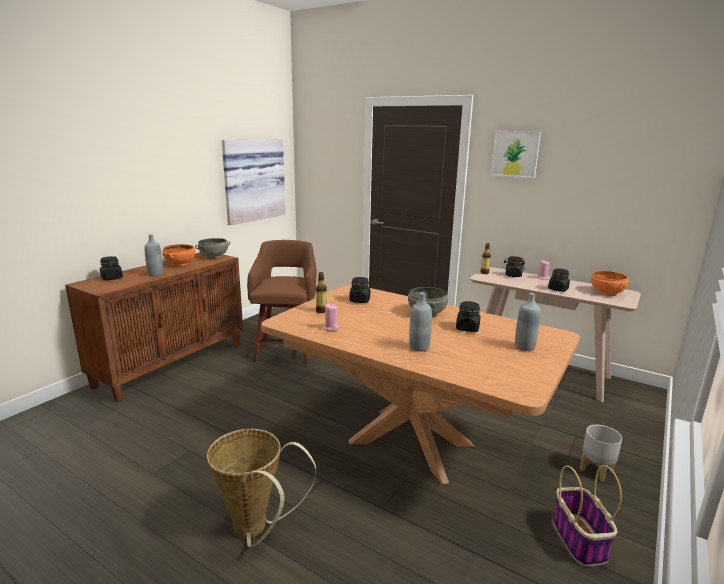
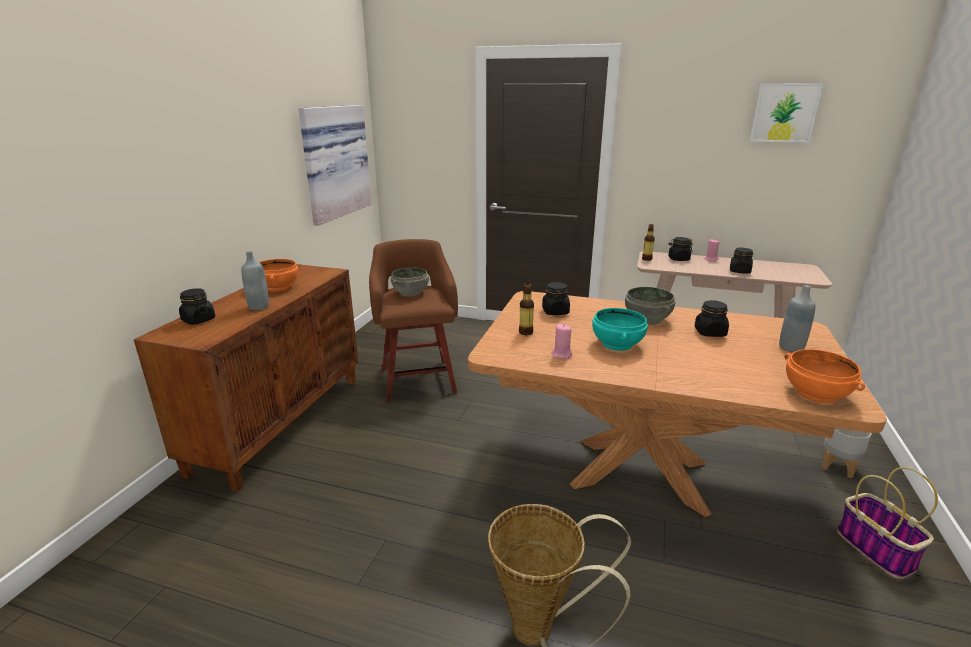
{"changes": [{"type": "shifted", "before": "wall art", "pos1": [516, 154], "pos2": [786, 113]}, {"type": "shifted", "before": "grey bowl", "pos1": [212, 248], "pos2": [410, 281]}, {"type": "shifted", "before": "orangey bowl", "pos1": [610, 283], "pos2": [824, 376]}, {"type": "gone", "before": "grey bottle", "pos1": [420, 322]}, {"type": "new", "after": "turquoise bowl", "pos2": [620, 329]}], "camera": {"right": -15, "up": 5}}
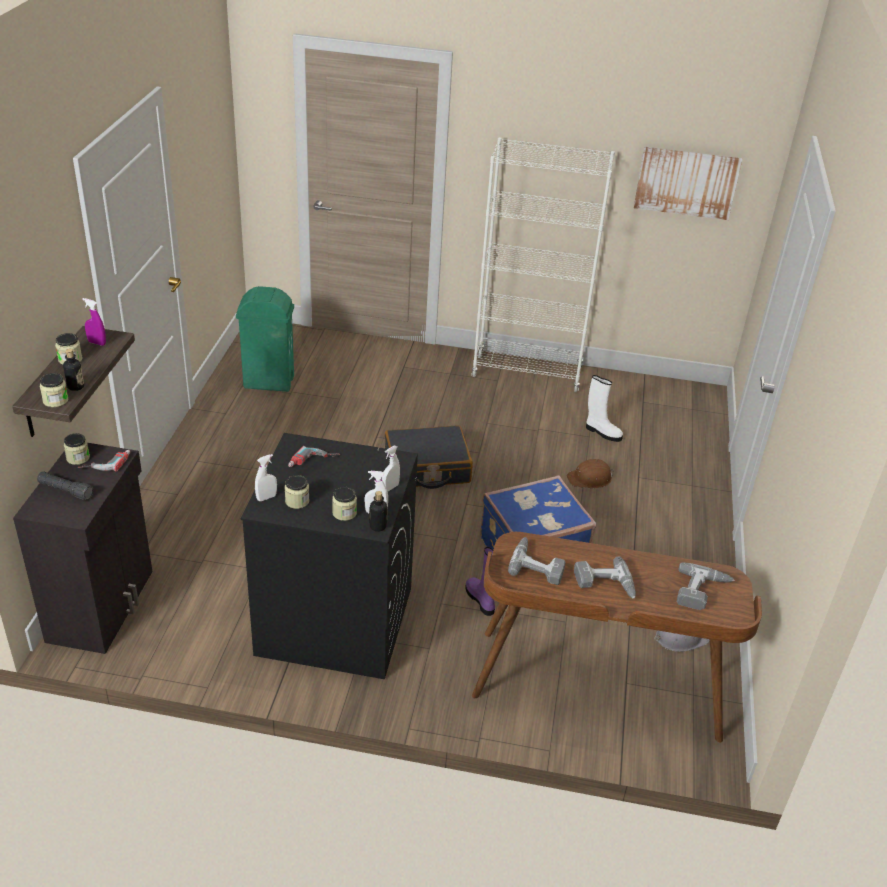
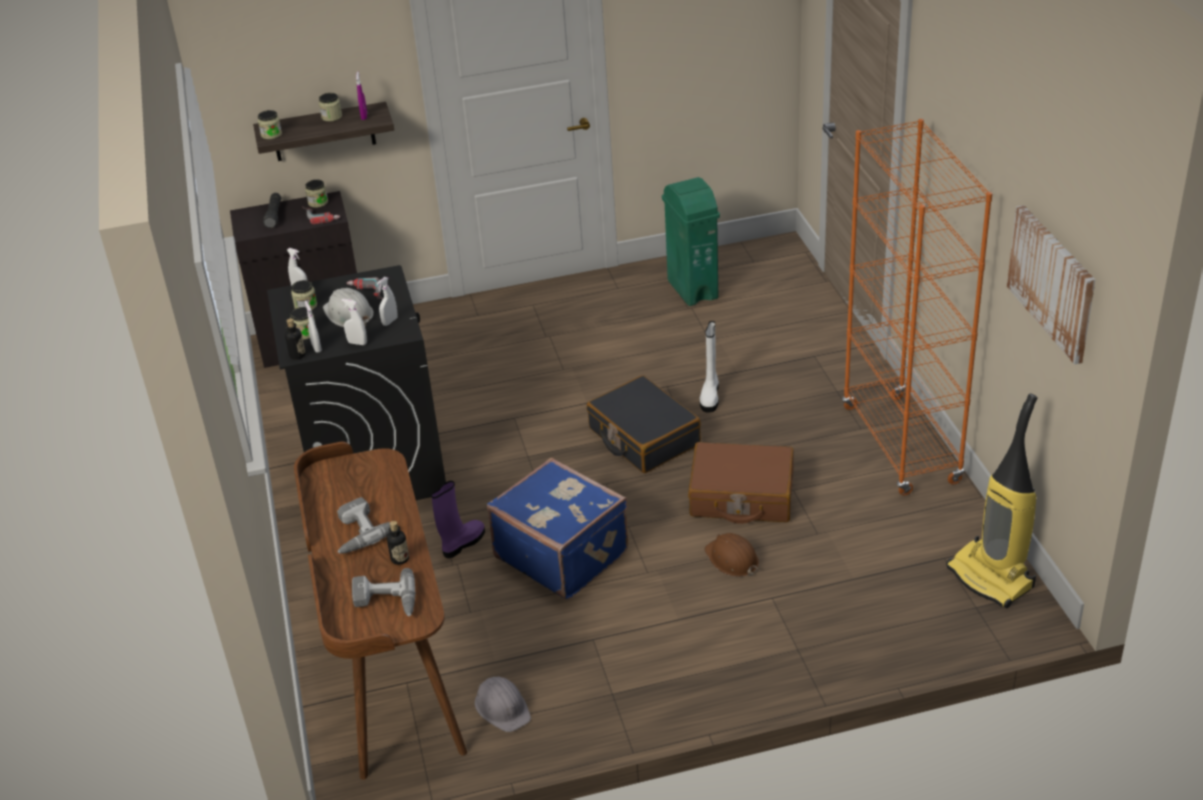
{"changes": [{"type": "repainted", "before": "white-coloured shelving unit", "after": "orangey shelving unit", "pos1": [543, 264], "pos2": [917, 307]}, {"type": "shifted", "before": "bottle", "pos1": [73, 370], "pos2": [398, 543]}, {"type": "shifted", "before": "white-coloured boot", "pos1": [604, 408], "pos2": [709, 366]}, {"type": "gone", "before": "electric drill", "pos1": [537, 561]}, {"type": "new", "after": "white-coloured hand sprayer", "pos2": [387, 301]}, {"type": "new", "after": "white-coloured hard hat", "pos2": [348, 307]}, {"type": "new", "after": "hoover", "pos2": [992, 501]}, {"type": "new", "after": "brown-coloured piece of luggage", "pos2": [741, 483]}], "camera": {"right": 70, "up": 0}}
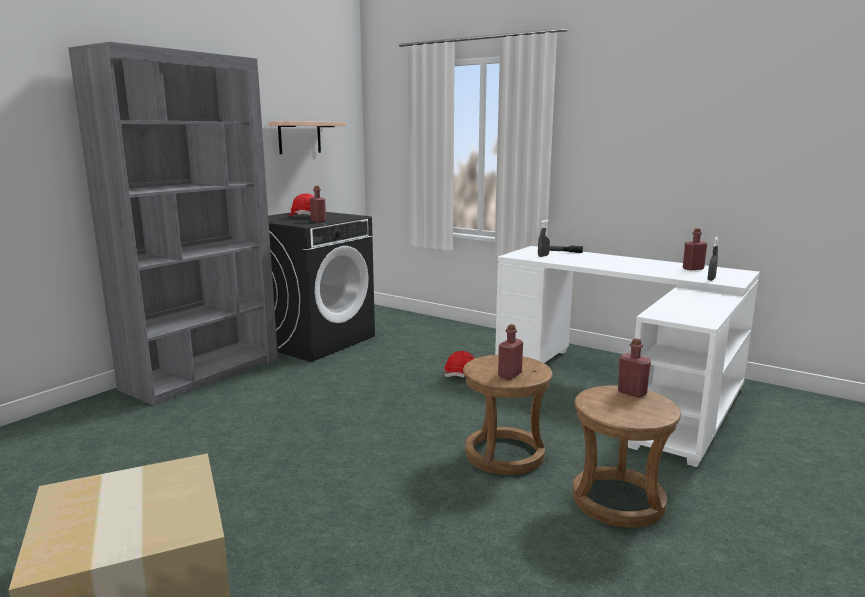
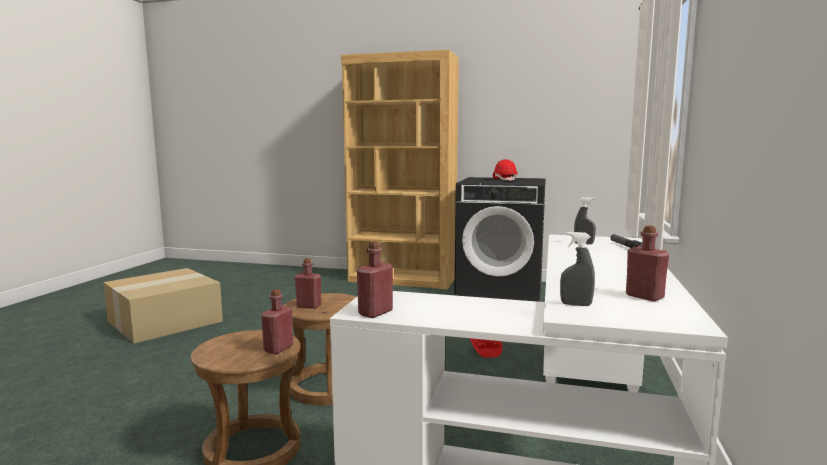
{"changes": [{"type": "repainted", "before": "grey shelving unit", "after": "brown-coloured shelving unit", "pos1": [173, 224], "pos2": [400, 170]}, {"type": "gone", "before": "shelf", "pos1": [307, 137]}, {"type": "shifted", "before": "red bottle", "pos1": [318, 204], "pos2": [375, 279]}], "camera": {"right": 70, "up": -5}}
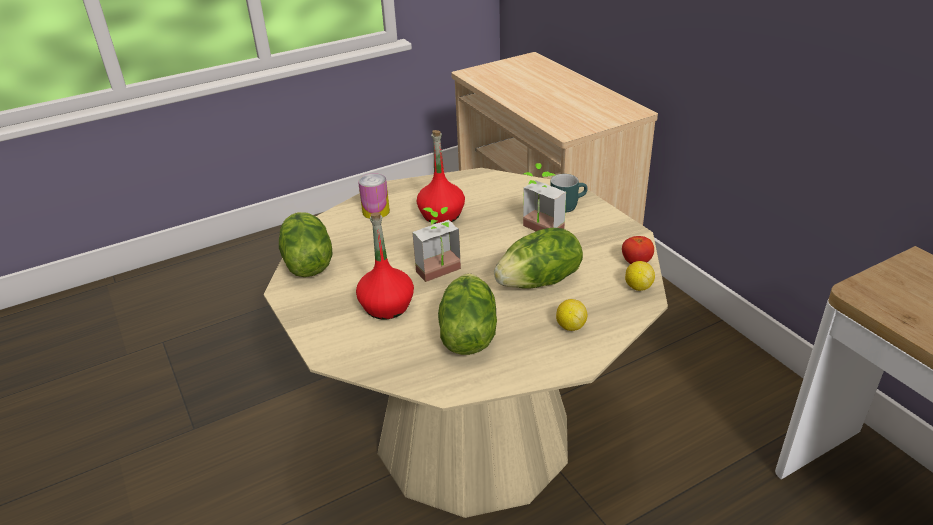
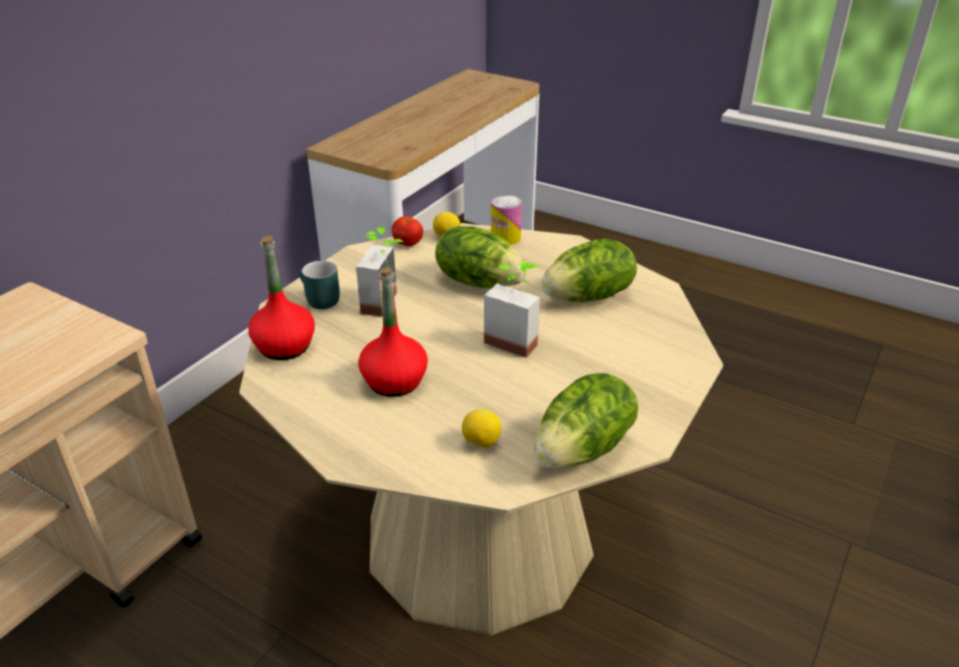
{"changes": [{"type": "shifted", "before": "sealed can", "pos1": [374, 196], "pos2": [506, 220]}, {"type": "shifted", "before": "red bottle", "pos1": [385, 265], "pos2": [281, 298]}, {"type": "shifted", "before": "lemon", "pos1": [571, 315], "pos2": [481, 428]}], "camera": {"right": -120, "up": 0}}
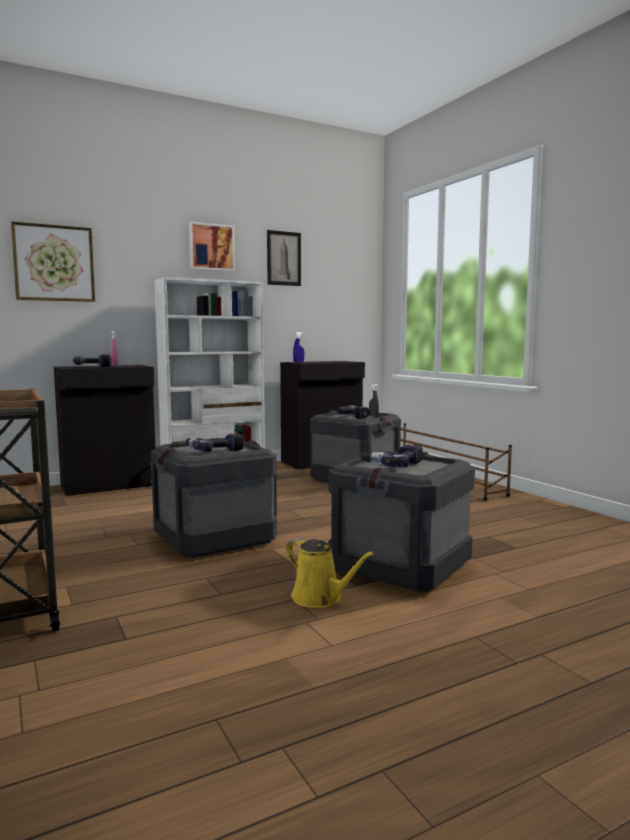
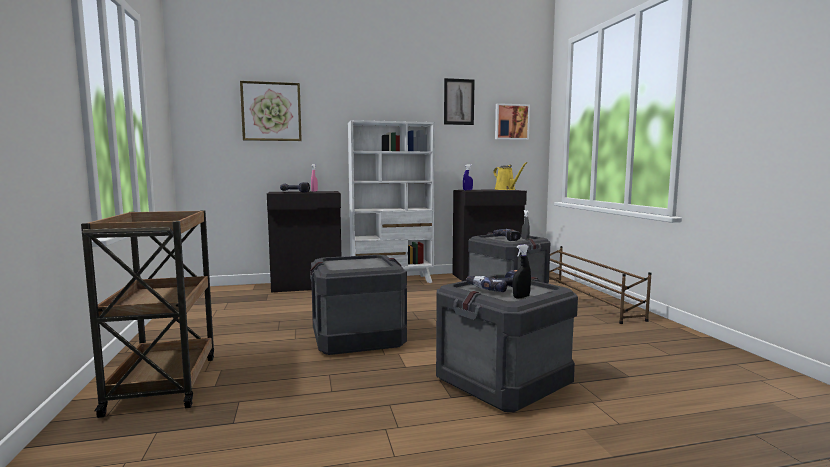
{"changes": [{"type": "shifted", "before": "wall art", "pos1": [212, 246], "pos2": [512, 121]}, {"type": "gone", "before": "electric drill", "pos1": [215, 442]}, {"type": "shifted", "before": "yellow-coloured sprinkling can", "pos1": [330, 573], "pos2": [510, 176]}, {"type": "new", "after": "blackish hand sprayer", "pos2": [522, 271]}], "camera": {"right": 15, "up": 0}}
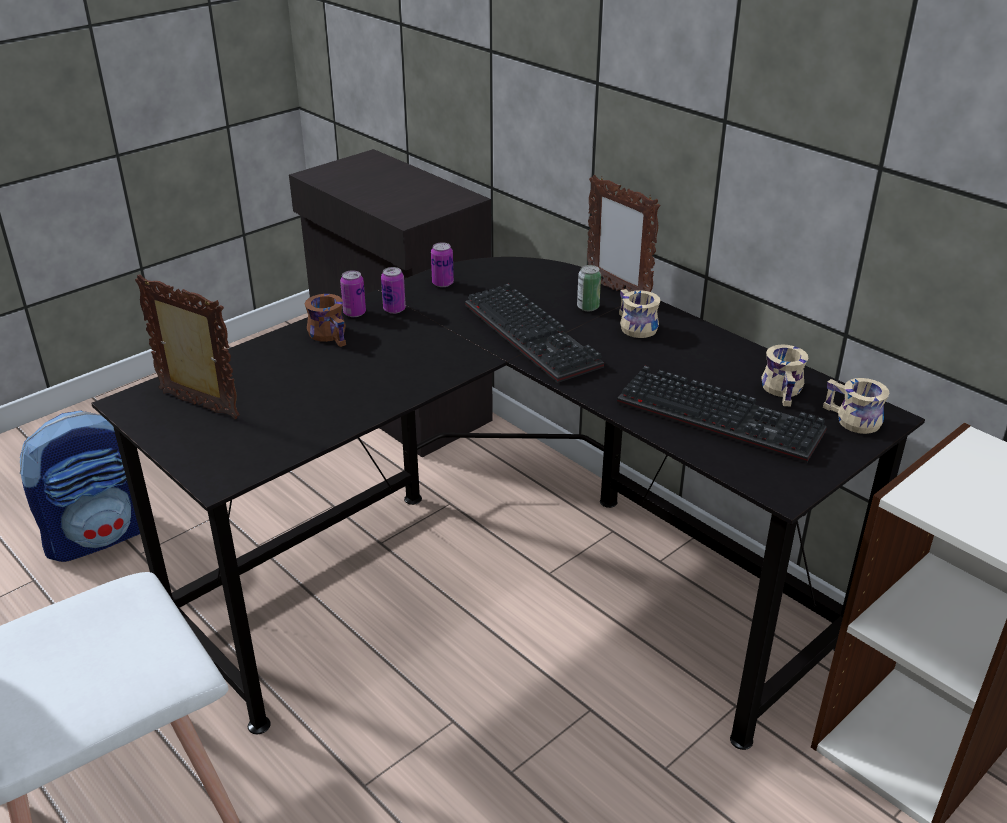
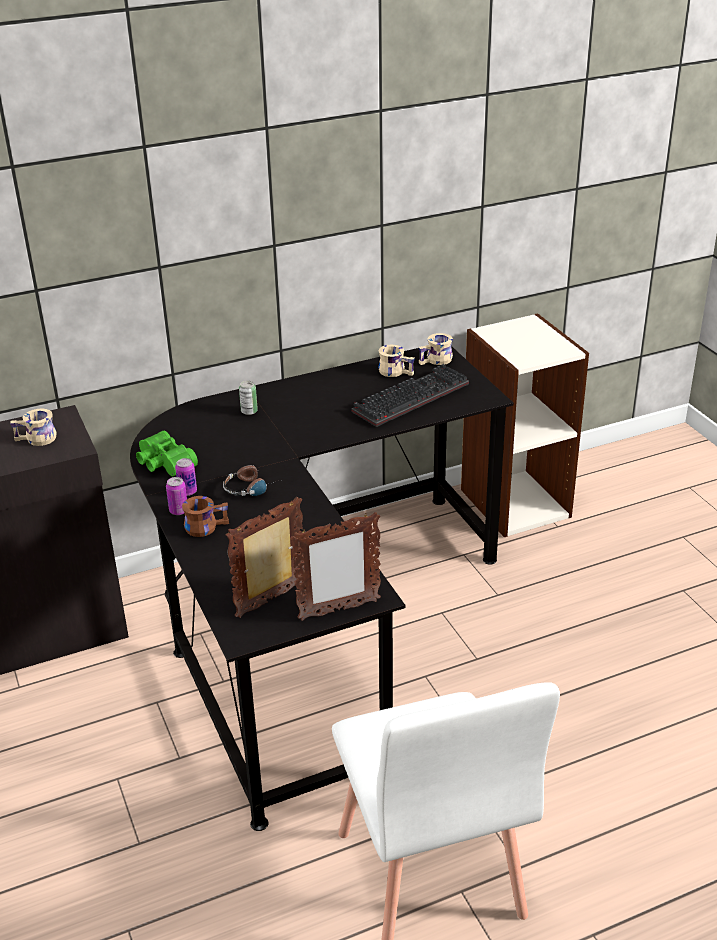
{"changes": [{"type": "shifted", "before": "standing frame", "pos1": [623, 233], "pos2": [335, 566]}, {"type": "swapped", "before": "sealed can", "after": "greenish pair of binoculars", "pos1": [442, 264], "pos2": [167, 453]}, {"type": "gone", "before": "keyboard", "pos1": [534, 333]}, {"type": "shifted", "before": "beige coffee mug", "pos1": [639, 313], "pos2": [33, 427]}, {"type": "gone", "before": "knapsack", "pos1": [80, 486]}, {"type": "new", "after": "headset", "pos2": [248, 480]}], "camera": {"right": -70, "up": 0}}
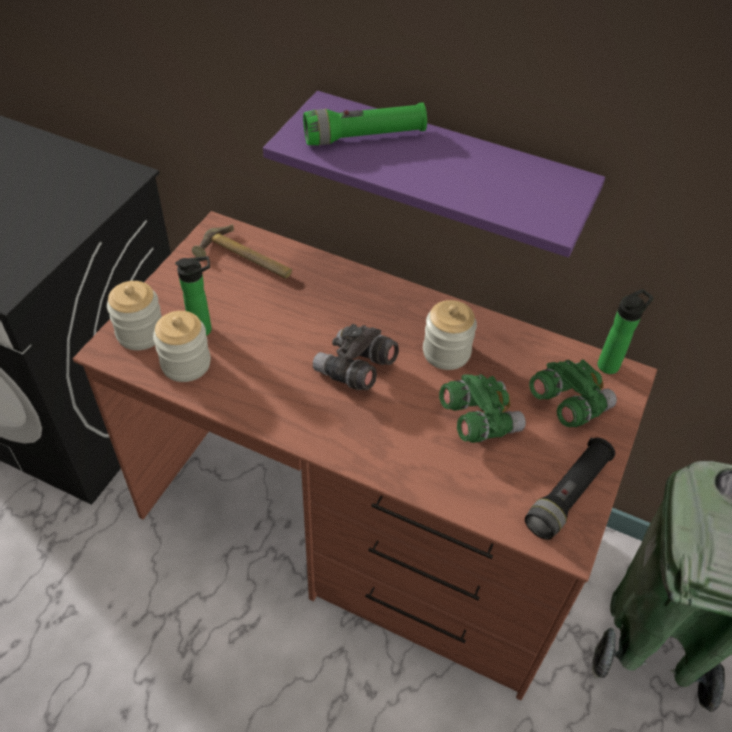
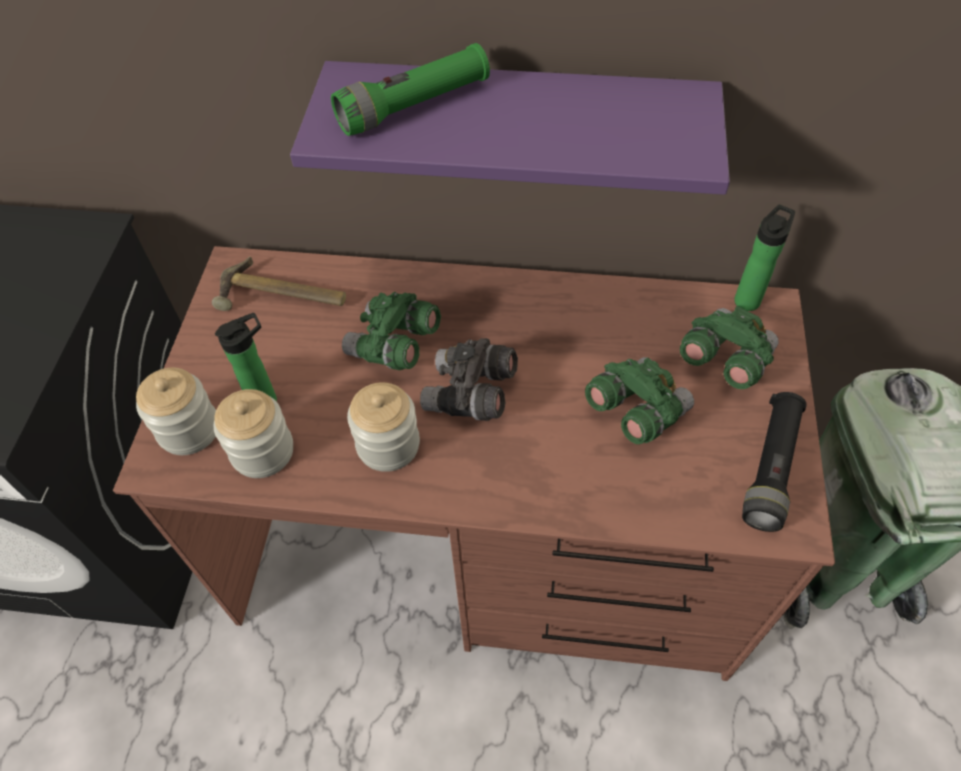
{"changes": [{"type": "shifted", "before": "jar", "pos1": [450, 335], "pos2": [383, 427]}, {"type": "new", "after": "greenish pair of binoculars", "pos2": [391, 331]}], "camera": {"right": -15, "up": 5}}
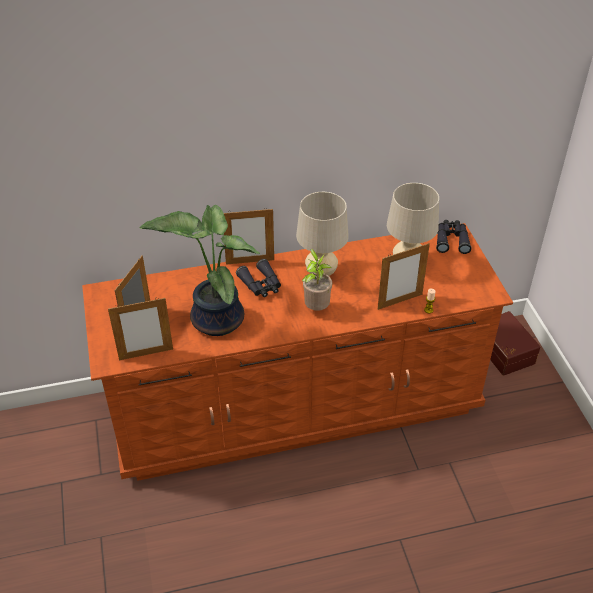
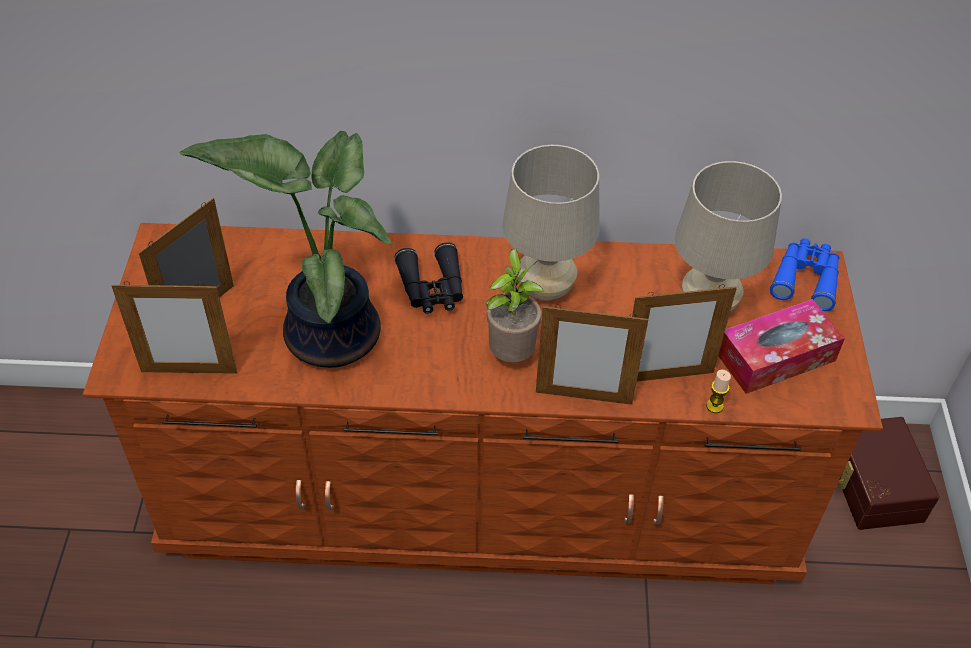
{"changes": [{"type": "shifted", "before": "standing frame", "pos1": [249, 237], "pos2": [592, 354]}, {"type": "repainted", "before": "blackish pair of binoculars", "after": "blue-coloured pair of binoculars", "pos1": [454, 237], "pos2": [804, 274]}, {"type": "new", "after": "tissue box", "pos2": [781, 346]}], "camera": {"right": 15, "up": 5}}
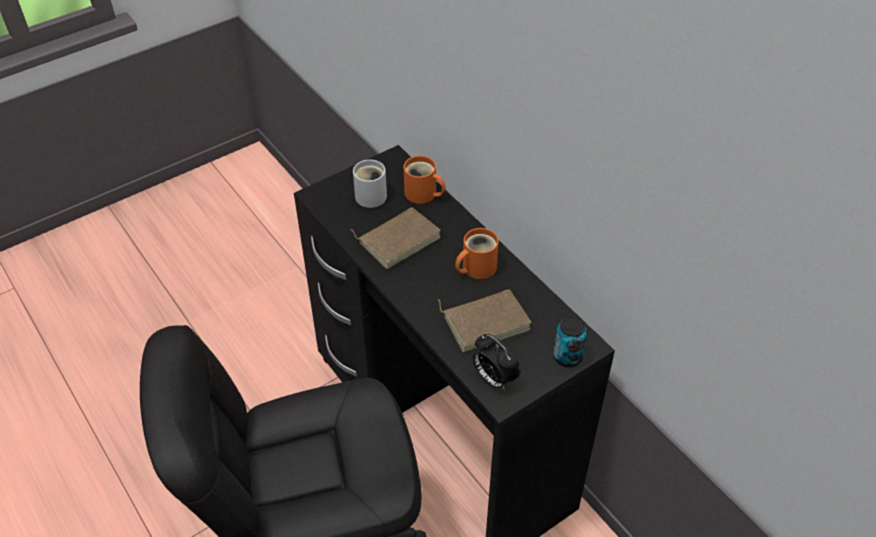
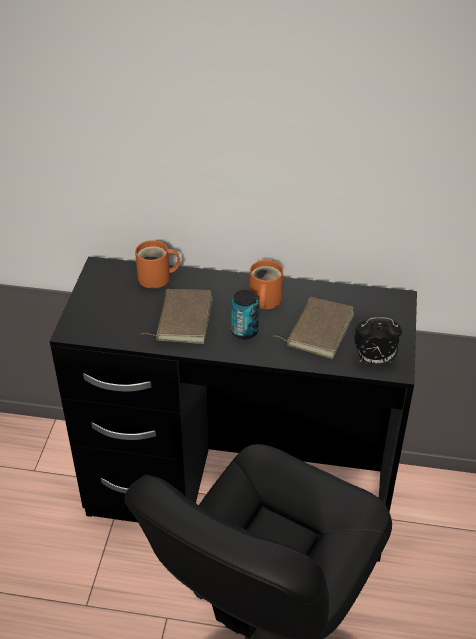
{"changes": [{"type": "gone", "before": "white-coloured coffee mug", "pos1": [370, 184]}, {"type": "shifted", "before": "sealed can", "pos1": [570, 341], "pos2": [245, 314]}], "camera": {"right": -45, "up": -5}}
